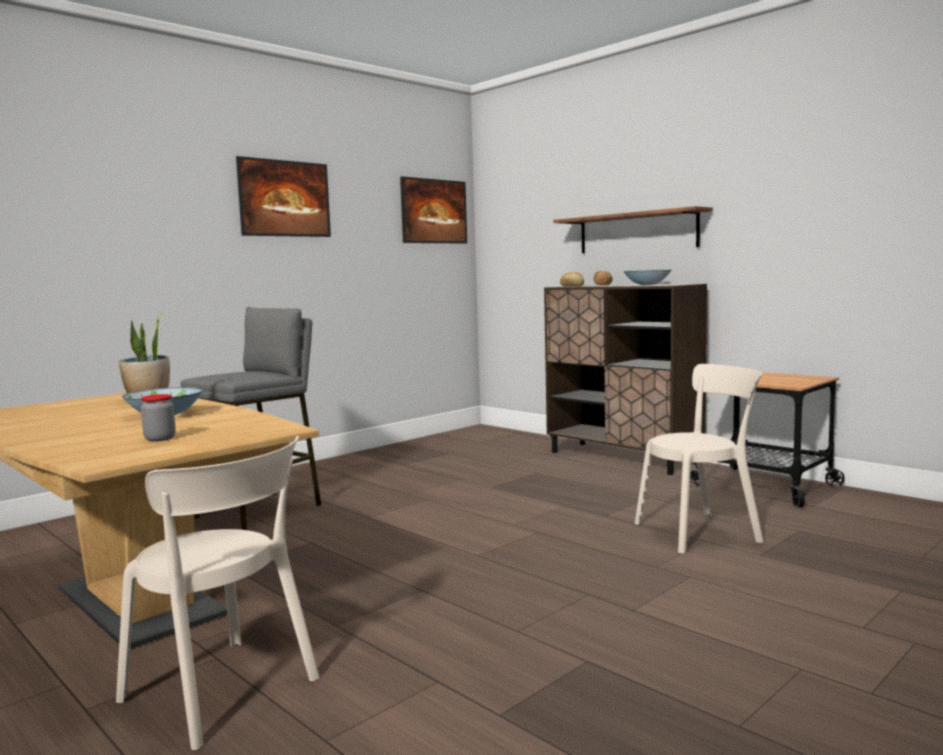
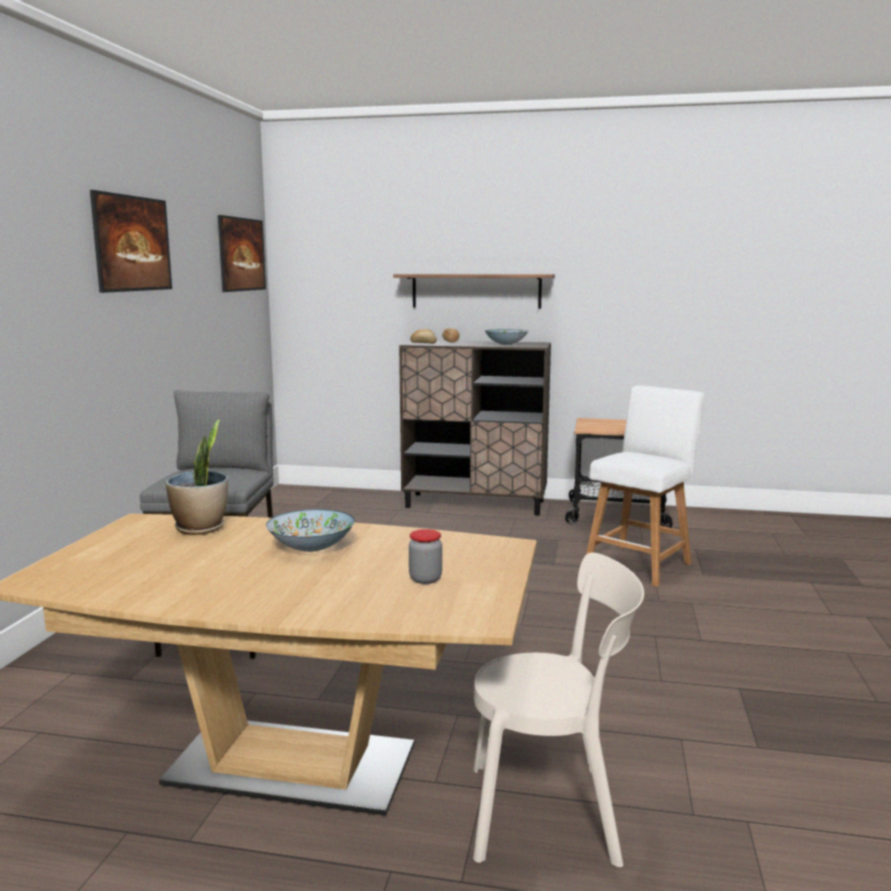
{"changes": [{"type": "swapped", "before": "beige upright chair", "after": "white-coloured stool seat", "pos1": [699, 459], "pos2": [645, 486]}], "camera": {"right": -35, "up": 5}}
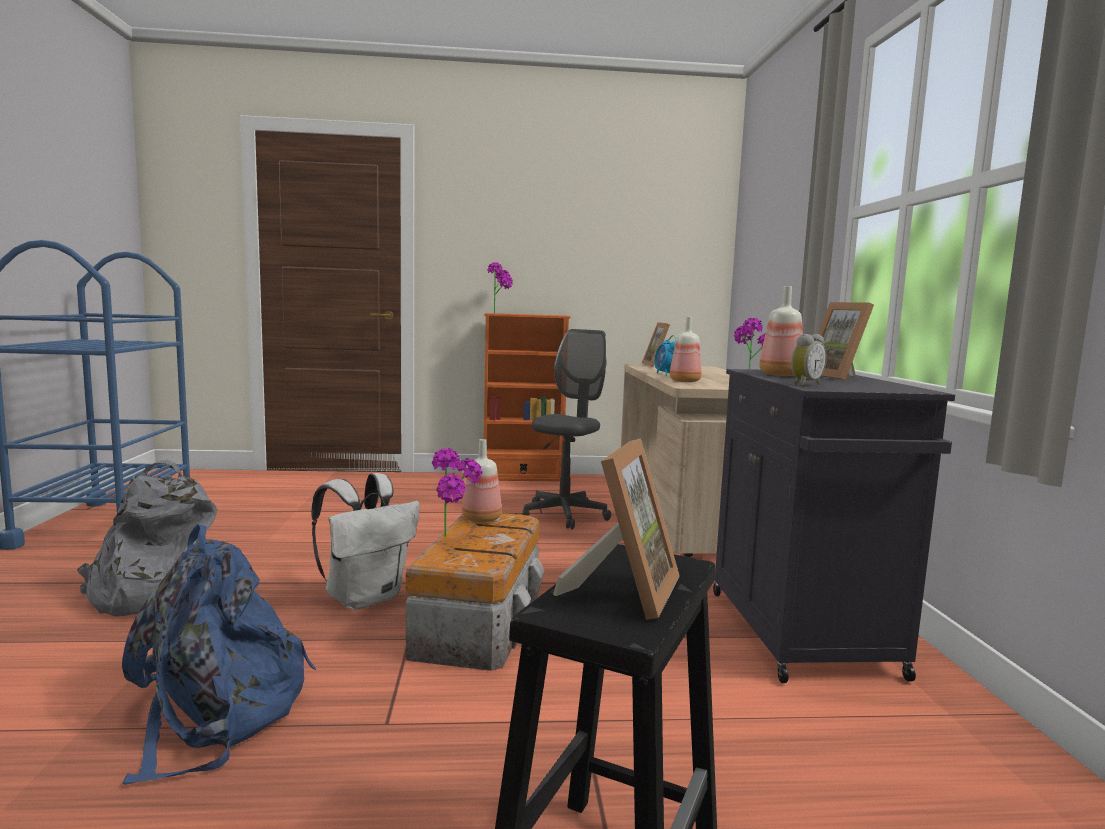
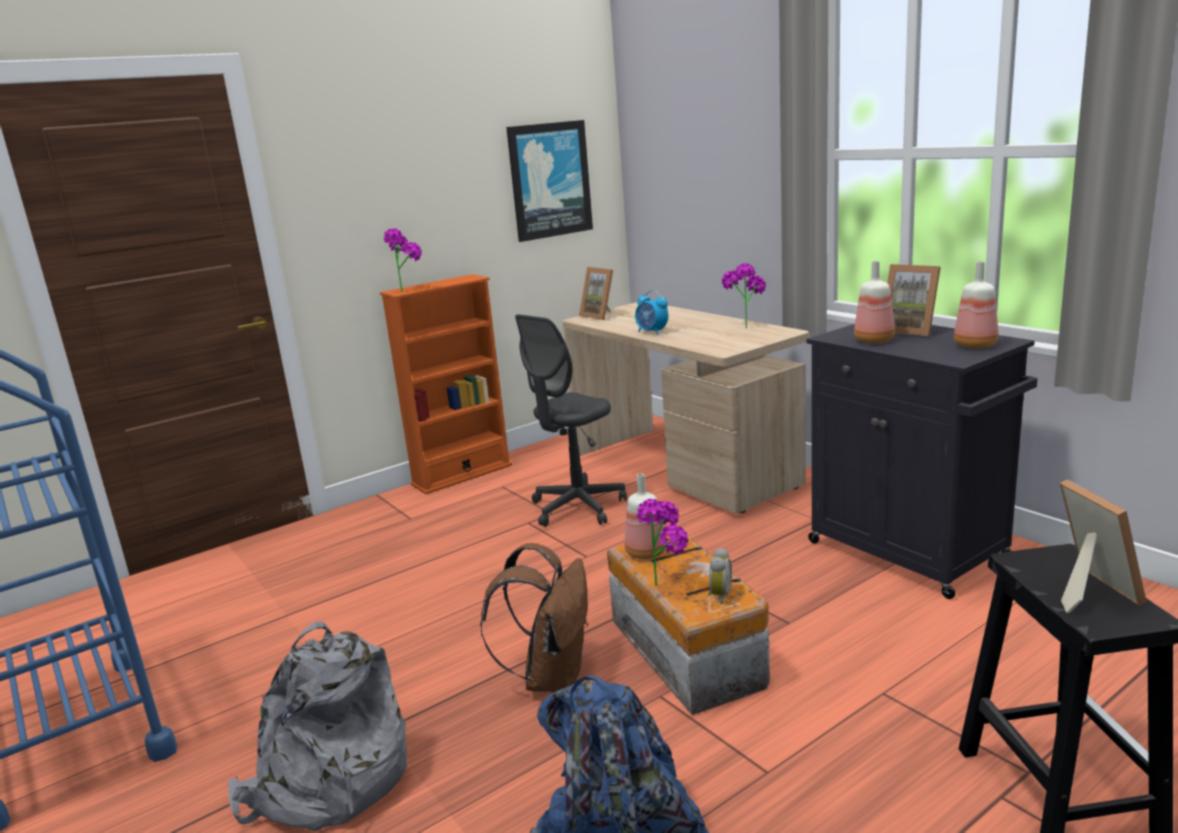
{"changes": [{"type": "shifted", "before": "bottle", "pos1": [685, 349], "pos2": [976, 304]}, {"type": "rotated", "before": "grey office chair", "pos1": [566, 429], "pos2": [571, 420], "turn": -135}, {"type": "shifted", "before": "bedside clock", "pos1": [809, 360], "pos2": [720, 576]}, {"type": "repainted", "before": "white-coloured knapsack", "after": "brown-coloured knapsack", "pos1": [366, 541], "pos2": [534, 618]}, {"type": "new", "after": "wall art", "pos2": [549, 181]}], "camera": {"right": -30, "up": 10}}
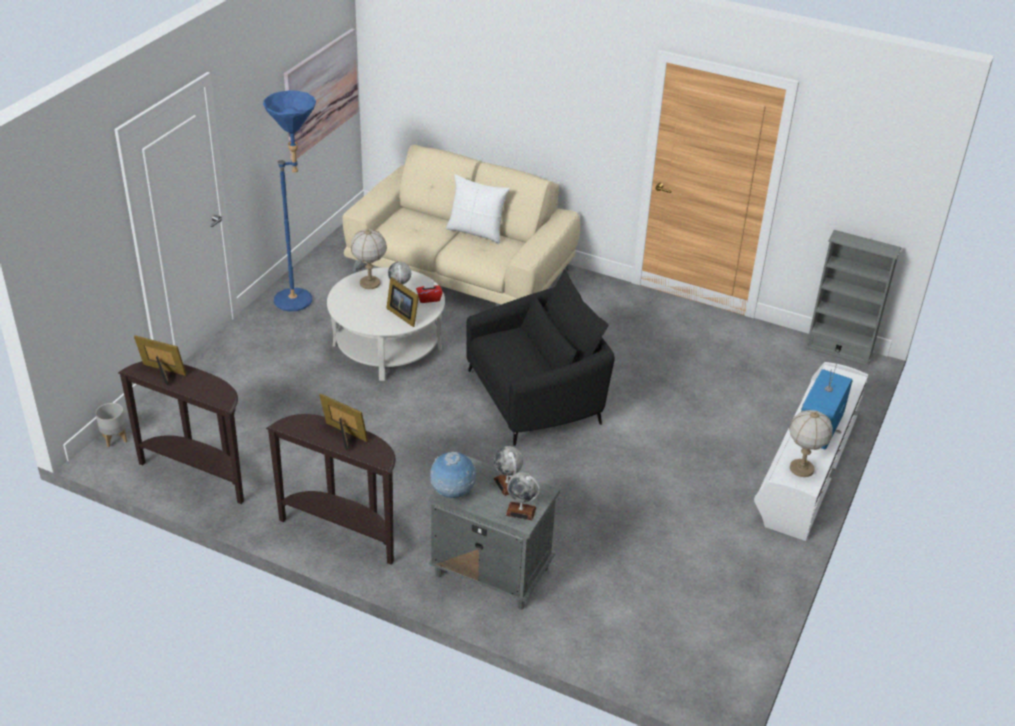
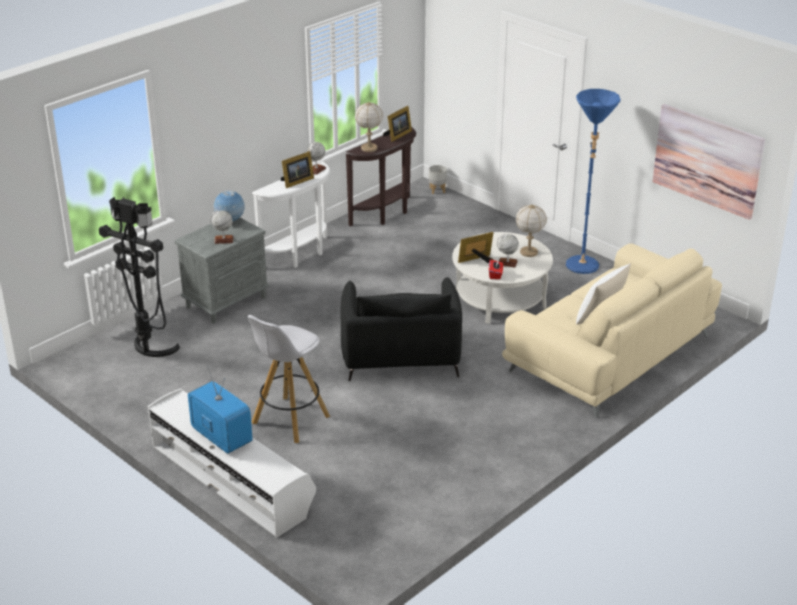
{"changes": [{"type": "gone", "before": "grey shelving unit", "pos1": [853, 298]}, {"type": "shifted", "before": "table lamp", "pos1": [811, 443], "pos2": [369, 127]}, {"type": "repainted", "before": "brown-coloured narrow table", "after": "white-coloured narrow table", "pos1": [331, 489], "pos2": [291, 214]}, {"type": "shifted", "before": "globe", "pos1": [523, 496], "pos2": [316, 158]}, {"type": "new", "after": "blackish standing lamp", "pos2": [139, 277]}, {"type": "new", "after": "white-coloured stool seat", "pos2": [289, 379]}], "camera": {"right": 110, "up": -5}}
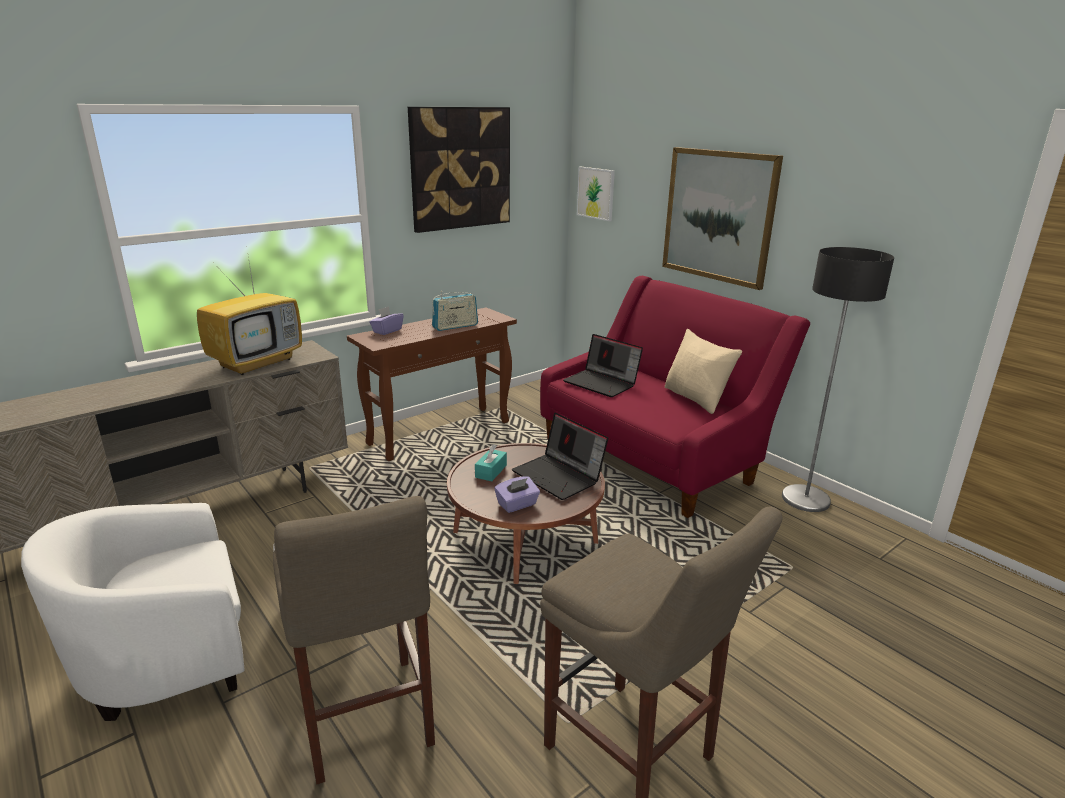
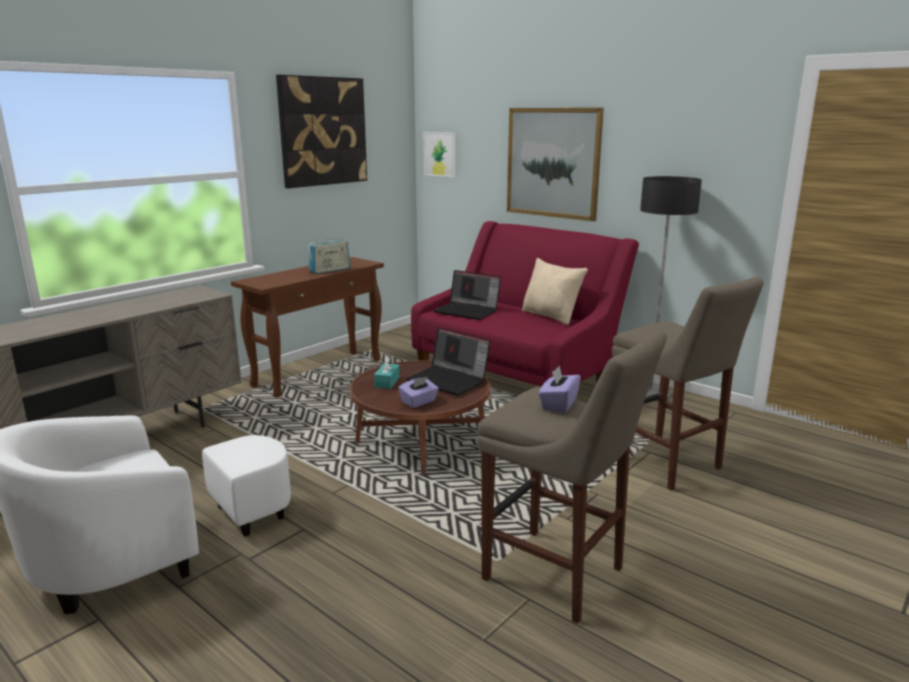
{"changes": [{"type": "gone", "before": "TV", "pos1": [249, 312]}, {"type": "shifted", "before": "purplish tissue box", "pos1": [386, 320], "pos2": [559, 389]}, {"type": "shifted", "before": "beige stool seat", "pos1": [354, 640], "pos2": [688, 383]}], "camera": {"right": -10, "up": -5}}
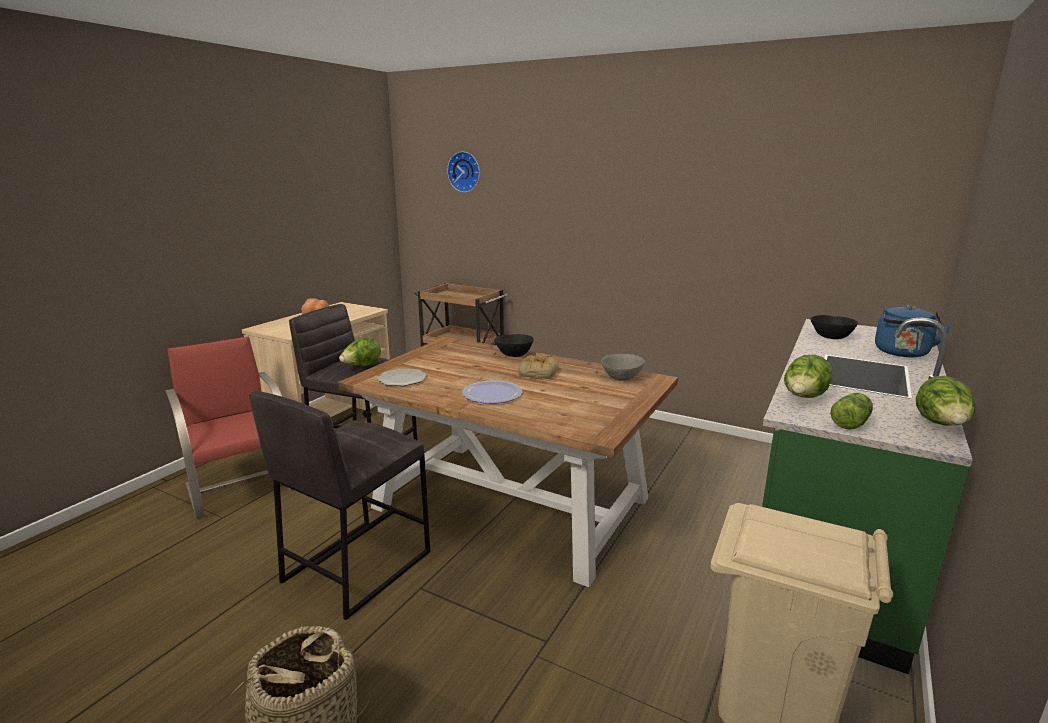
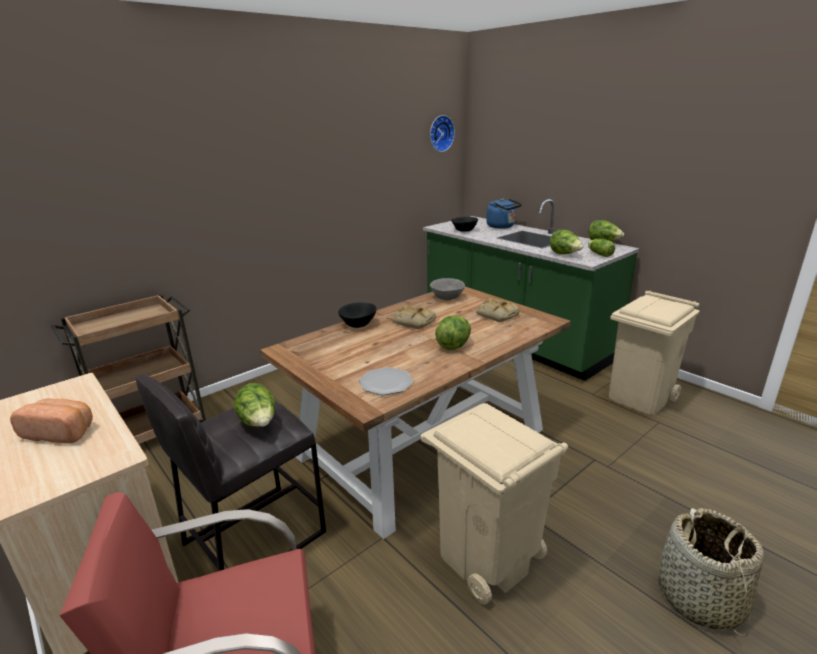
{"changes": [{"type": "shifted", "before": "clock on the wall", "pos1": [463, 172], "pos2": [442, 133]}, {"type": "swapped", "before": "flat dish", "after": "lettuce", "pos1": [492, 392], "pos2": [453, 333]}, {"type": "swapped", "before": "grey stool seat", "after": "beige waste bin", "pos1": [339, 505], "pos2": [494, 503]}, {"type": "new", "after": "bakery bread", "pos2": [498, 310]}], "camera": {"right": -70, "up": 5}}
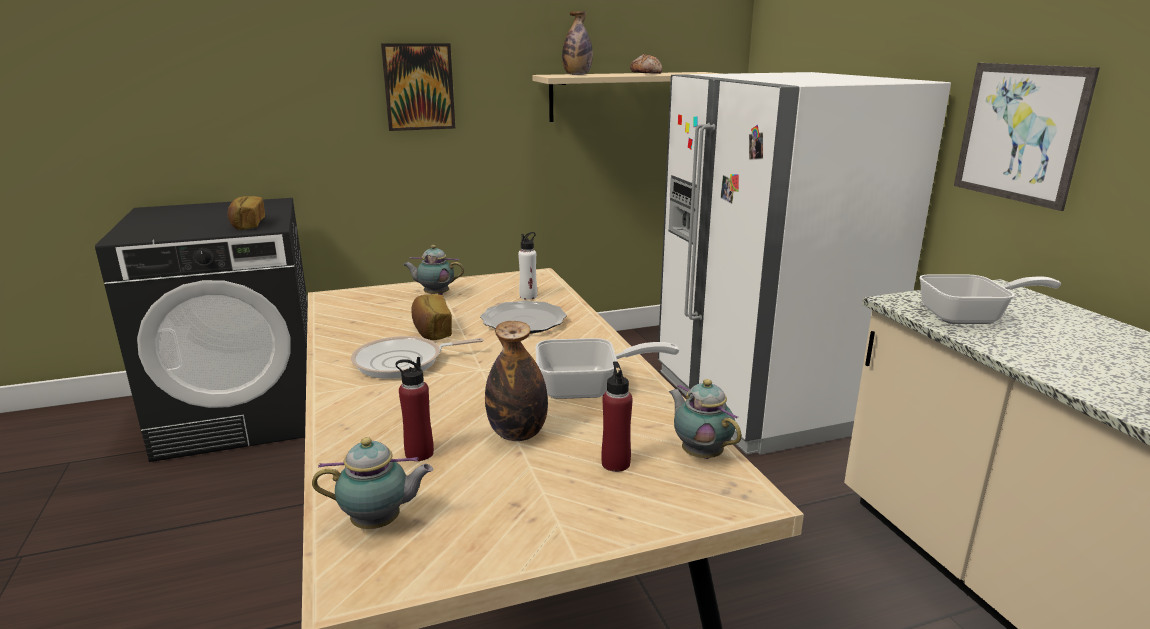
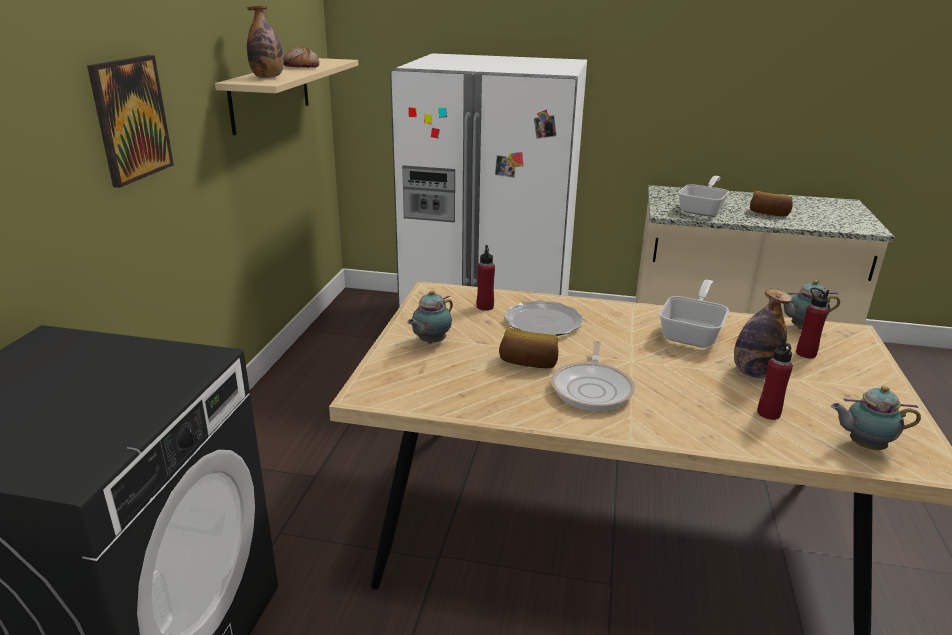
{"changes": [{"type": "gone", "before": "wall art", "pos1": [1027, 137]}, {"type": "shifted", "before": "bakery bread", "pos1": [246, 213], "pos2": [771, 204]}, {"type": "repainted", "before": "white-coloured bottle", "after": "red bottle", "pos1": [527, 266], "pos2": [486, 278]}, {"type": "rotated", "before": "pot for tea", "pos1": [372, 483], "pos2": [876, 418], "turn": -105}], "camera": {"right": -60, "up": 5}}
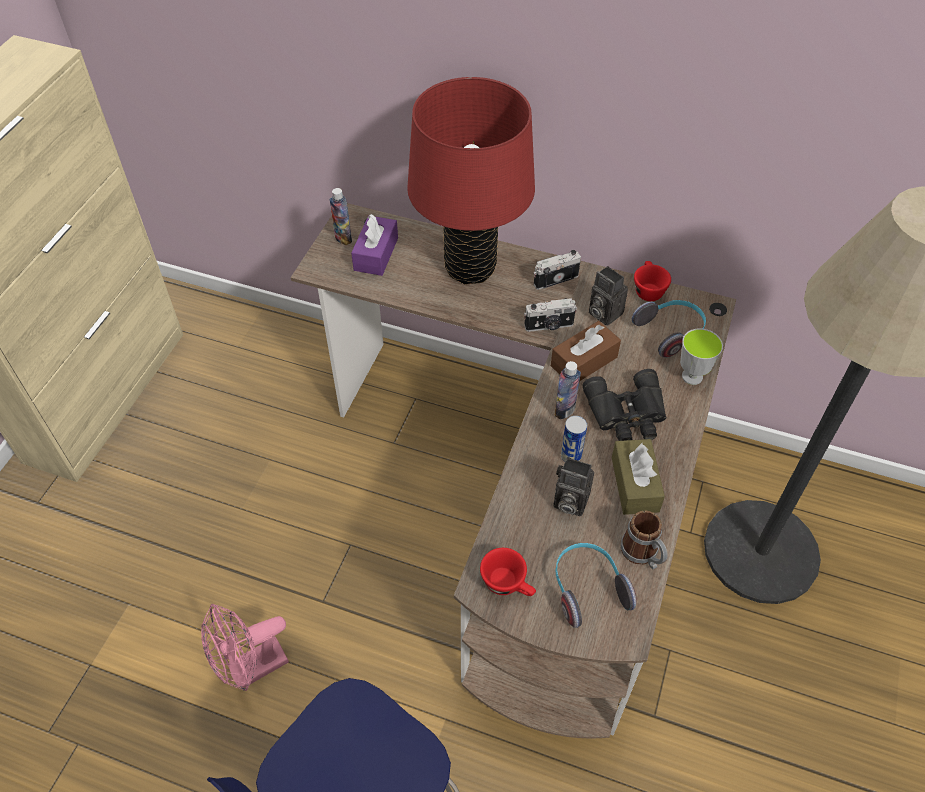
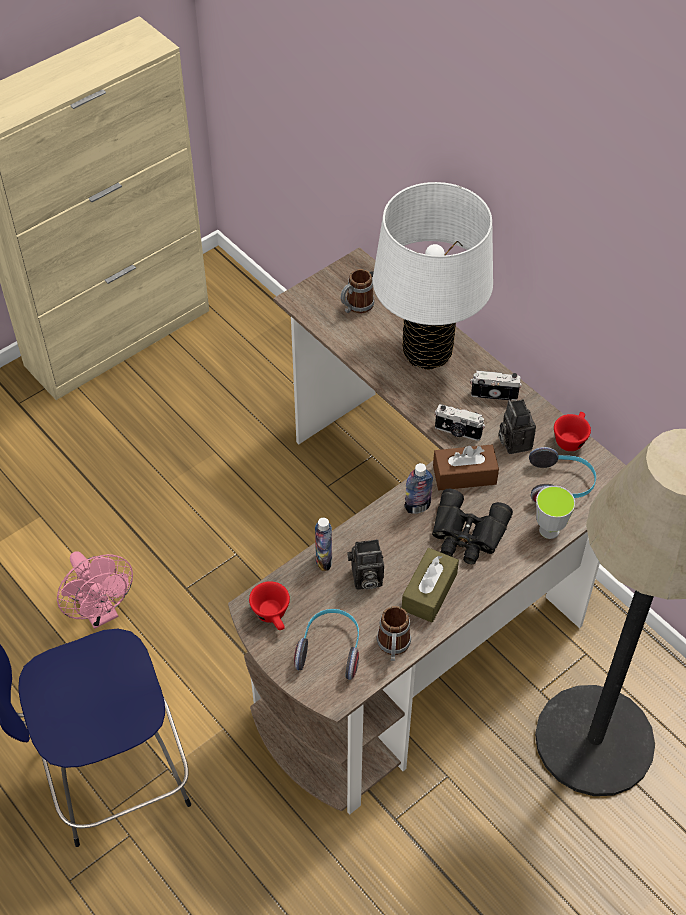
{"changes": [{"type": "repainted", "before": "red table lamp", "after": "white-coloured table lamp", "pos1": [471, 181], "pos2": [433, 276]}, {"type": "shifted", "before": "bottle", "pos1": [341, 216], "pos2": [323, 544]}, {"type": "swapped", "before": "purplish tissue box", "after": "coffee mug", "pos1": [374, 245], "pos2": [358, 291]}, {"type": "gone", "before": "sealed can", "pos1": [574, 438]}, {"type": "rotated", "before": "photo camera", "pos1": [574, 486], "pos2": [365, 564], "turn": -60}, {"type": "rotated", "before": "pink-coloured cooling fan", "pos1": [245, 647], "pos2": [95, 590], "turn": -120}], "camera": {"right": 30, "up": 0}}
